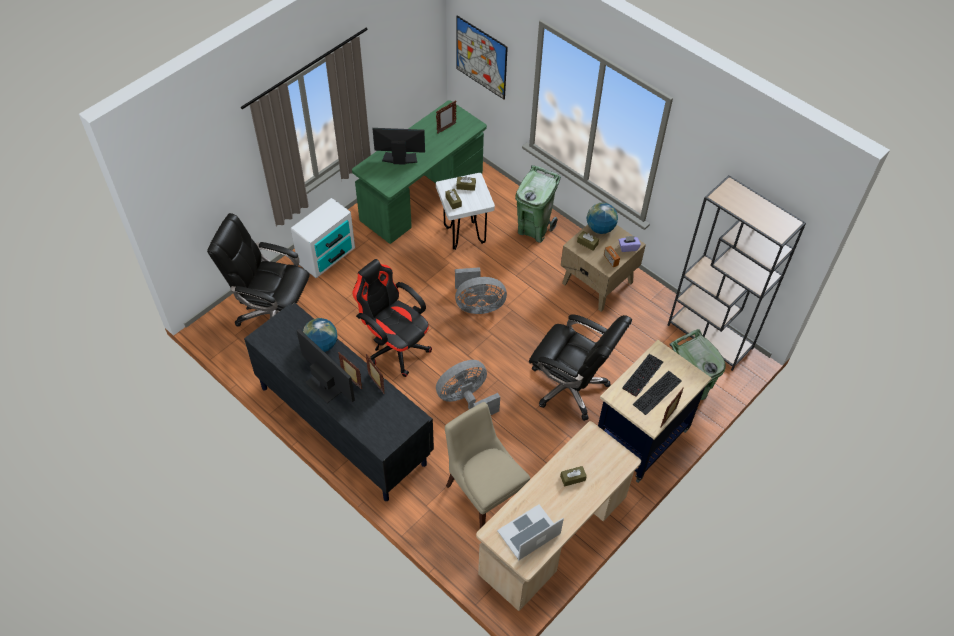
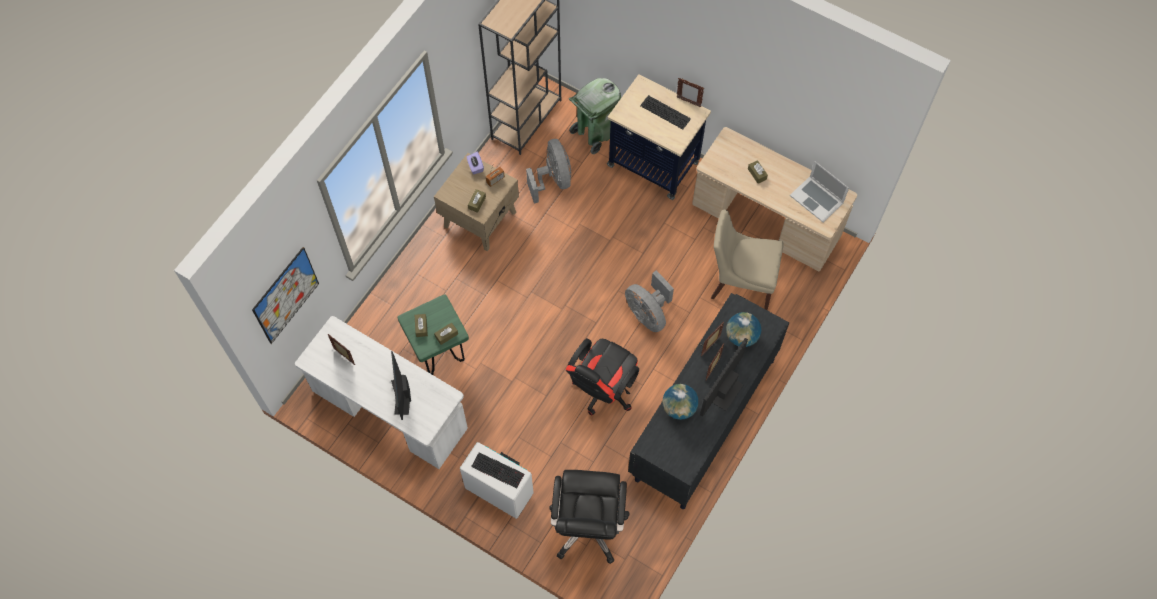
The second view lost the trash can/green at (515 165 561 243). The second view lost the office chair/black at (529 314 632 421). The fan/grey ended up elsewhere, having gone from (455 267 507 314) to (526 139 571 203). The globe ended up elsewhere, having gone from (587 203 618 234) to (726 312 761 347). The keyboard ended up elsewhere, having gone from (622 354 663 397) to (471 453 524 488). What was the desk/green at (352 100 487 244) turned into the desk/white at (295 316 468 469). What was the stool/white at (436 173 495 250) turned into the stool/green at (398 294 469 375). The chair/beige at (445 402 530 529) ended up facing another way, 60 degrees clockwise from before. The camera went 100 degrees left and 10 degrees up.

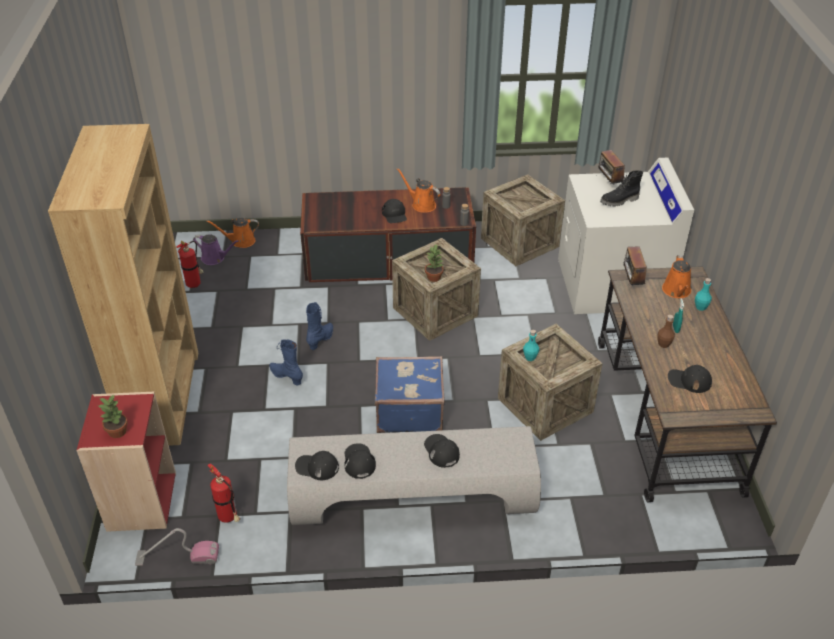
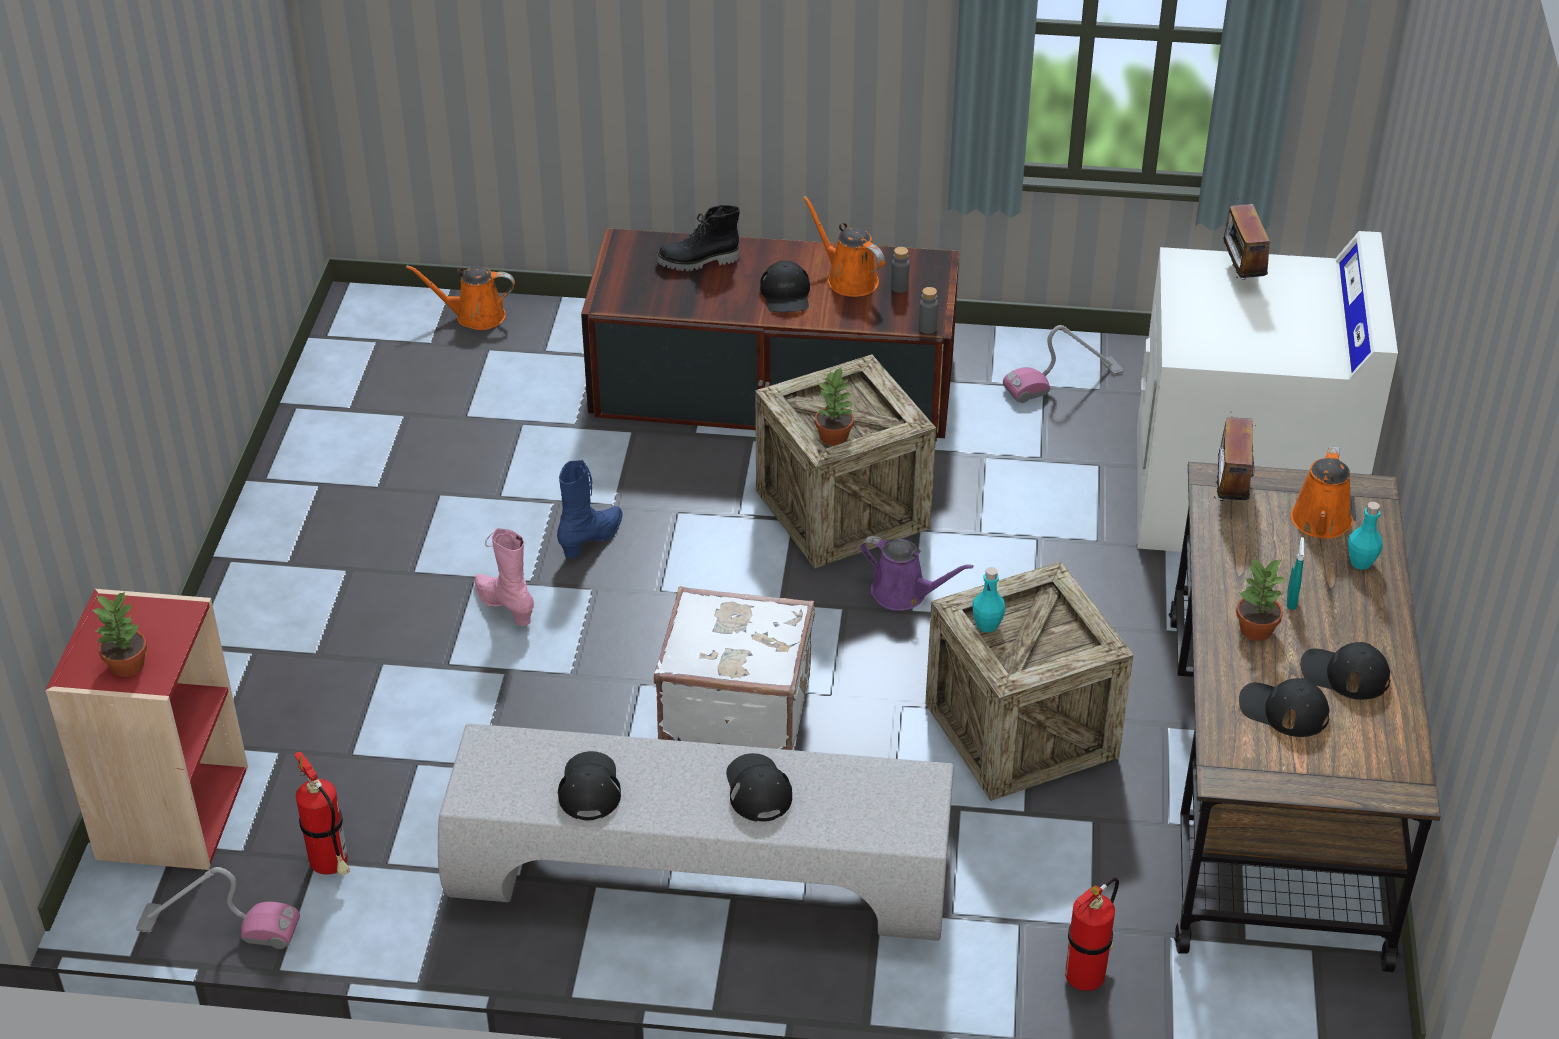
The second view lost the bookcase/brown at (48 124 198 446). The fire extinguisher ended up elsewhere, having gone from (176 241 203 288) to (1065 877 1119 991). The watering can/purple ended up elsewhere, having gone from (193 234 239 265) to (860 536 974 611). The cap/black ended up elsewhere, having gone from (295 451 339 480) to (1300 642 1391 700). The boot/black ended up elsewhere, having gone from (600 170 643 206) to (656 205 740 271). Where the crate stood at (481 174 565 266), the vacuum cleaner came to stand at (1003 325 1124 403). Where the bottle/brown stood at (657 315 675 348), the potted plant came to stand at (1236 559 1286 641). What was the boot/blue at (269 339 303 385) turned into the boot/pink at (474 528 534 626). What was the suitcase/blue at (375 356 445 433) turned into the suitcase/white at (654 586 815 750). The camera went 10 degrees right and 0 degrees up.

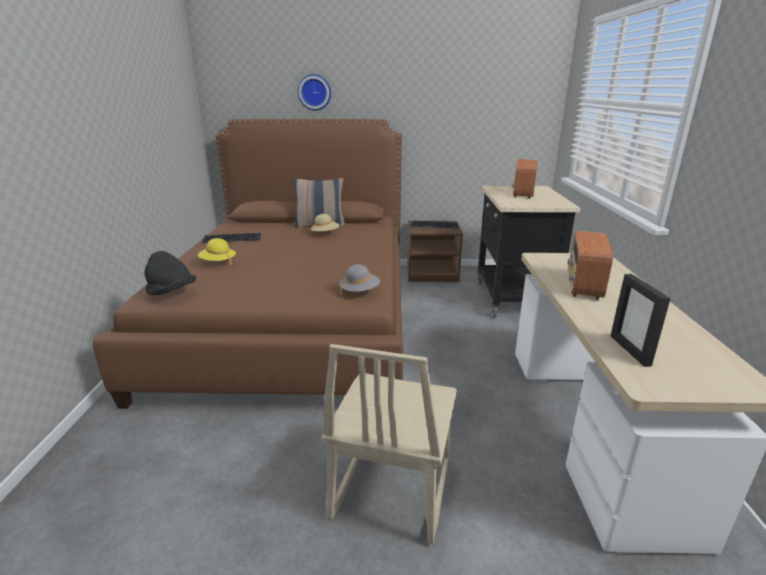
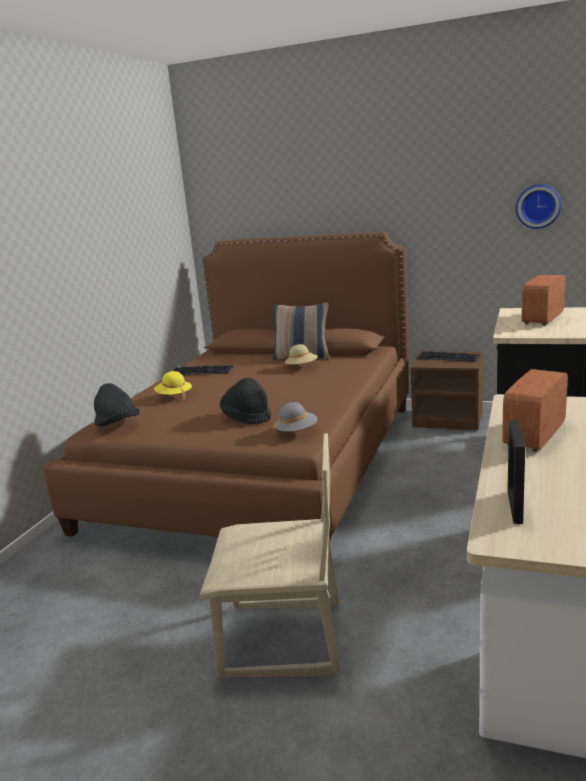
The second view gained the hat/black at (220 378 271 424). The wall clock ended up elsewhere, having gone from (298 74 331 111) to (516 184 562 229). The chair/beige at (321 344 457 544) ended up facing another way, 120 degrees counterclockwise from before. The camera went 20 degrees right and 5 degrees down.

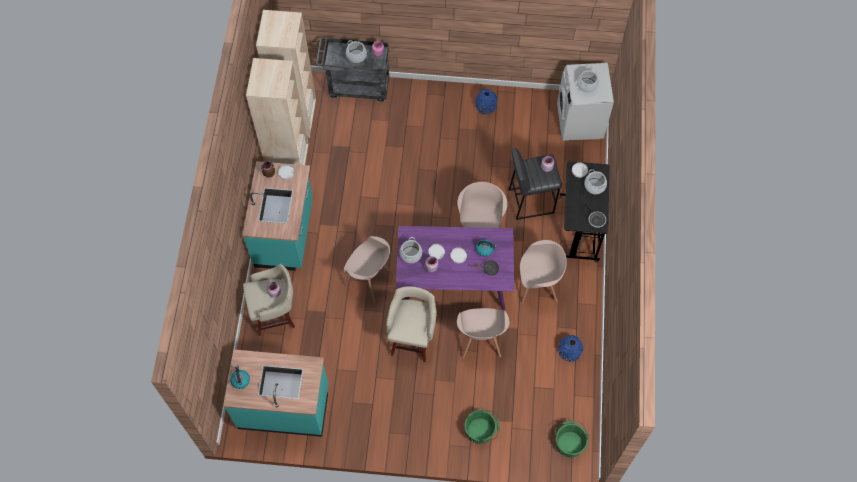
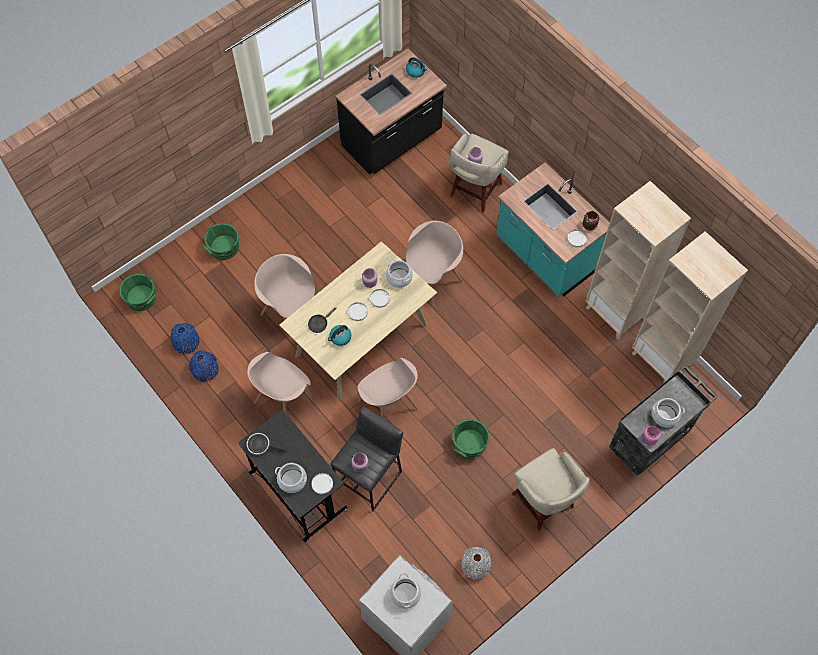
The second view gained the bucket/green at (449 419 490 458). The second view gained the vase/grey at (462 547 491 579). The stool/beige ended up elsewhere, having gone from (386 286 437 362) to (512 448 590 531). The vase/blue ended up elsewhere, having gone from (476 89 497 115) to (171 323 199 354). What was the counter/turquoise at (224 350 329 437) turned into the counter/black at (336 49 447 174). What was the dining table/purple at (396 226 514 310) turned into the dining table/beige at (280 241 437 401). The chair/beige at (344 236 394 303) ended up facing another way, 150 degrees clockwise from before. The camera went 135 degrees right and 0 degrees up.

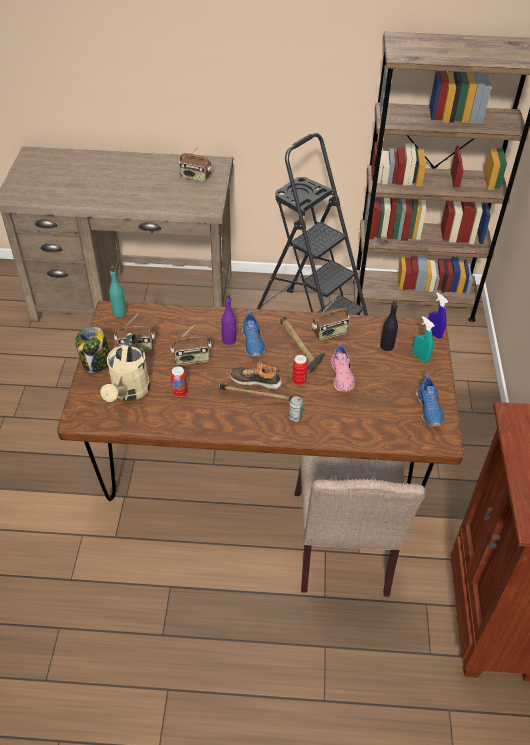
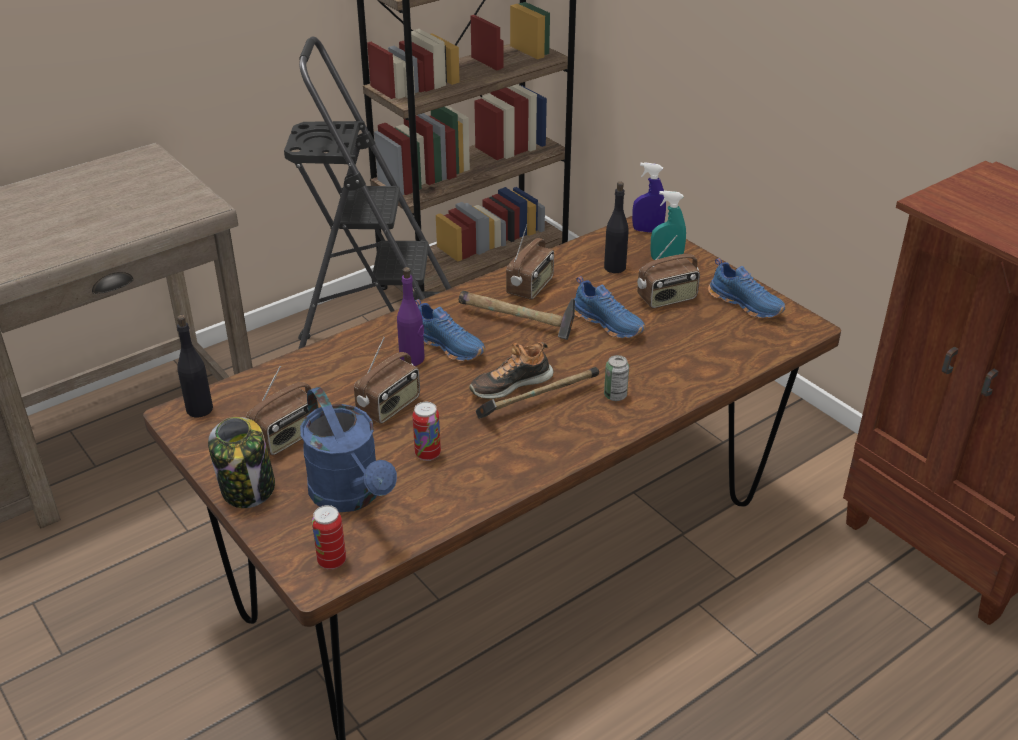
The second view lost the chair/beige at (295 455 425 597). The radio ended up elsewhere, having gone from (179 145 212 182) to (637 235 700 308). The can ended up elsewhere, having gone from (292 355 308 385) to (312 505 346 569). What was the watering can/beige at (100 333 150 402) turned into the watering can/blue at (300 387 397 512). What was the bottle/turquoise at (109 266 126 317) turned into the bottle/black at (177 315 213 417). What was the shoe/pink at (331 342 355 392) turned into the shoe/blue at (574 276 645 339). The camera went 40 degrees left and 10 degrees down.

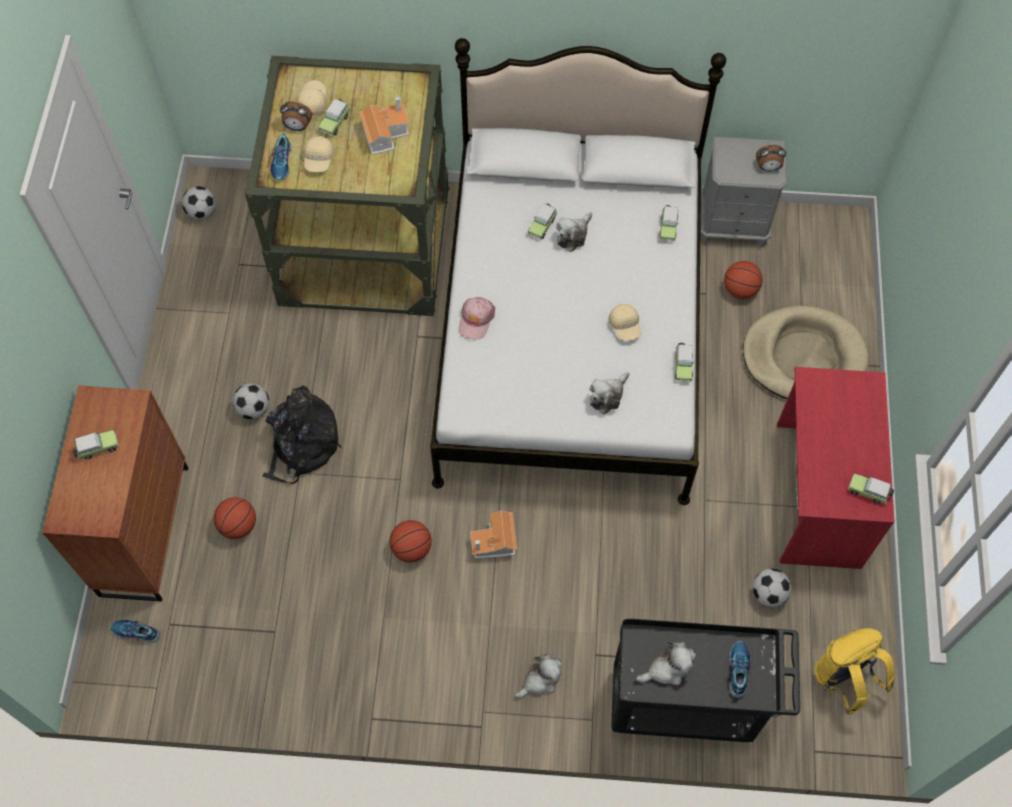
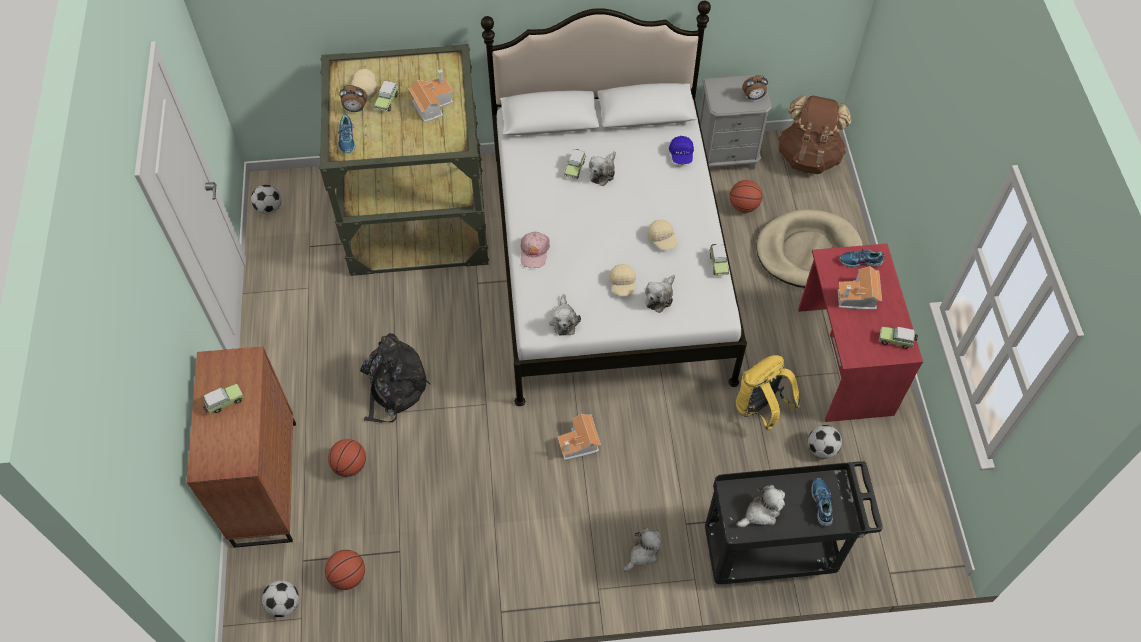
The second view gained the plush toy at (549 294 581 336). The second view gained the backpack/brown at (778 95 851 174). The second view gained the toy house at (838 266 882 310). The shoe ended up elsewhere, having gone from (110 620 160 643) to (840 249 885 267). The football ended up elsewhere, having gone from (233 383 269 419) to (262 580 299 617). The cap/beige ended up elsewhere, having gone from (304 136 335 172) to (609 264 636 296). The basketball ended up elsewhere, having gone from (390 520 432 562) to (325 550 365 590). The backpack/yellow ended up elsewhere, having gone from (815 628 894 715) to (736 355 800 431). Where the toy car stood at (659 205 679 241), the cap/blue came to stand at (669 136 694 164). The camera went 10 degrees left and 5 degrees down.

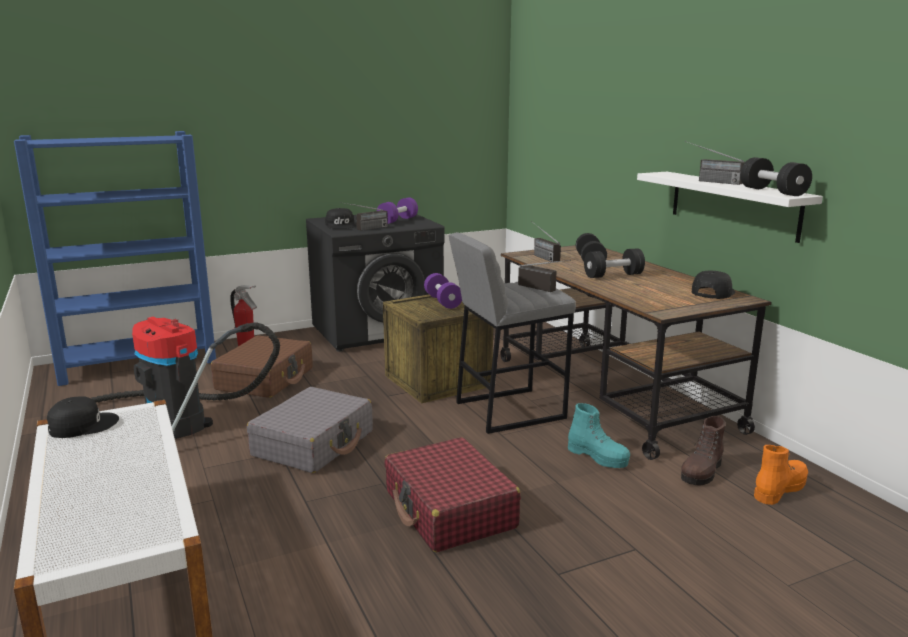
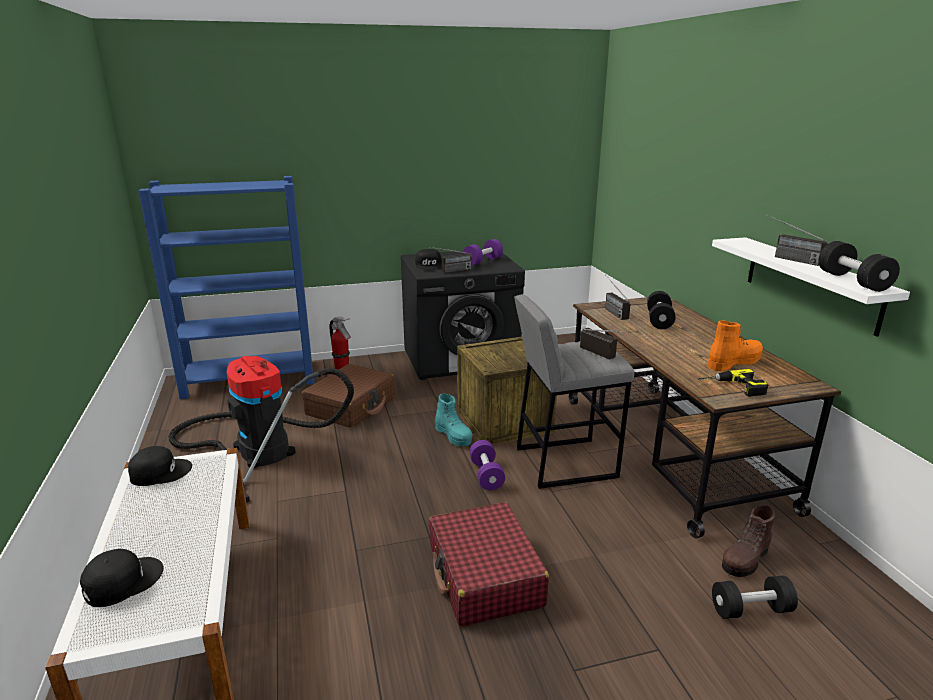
The second view lost the suitcase/grey at (247 387 373 473). The second view gained the power drill at (698 369 769 397). The dumbbell/purple ended up elsewhere, having gone from (424 273 462 309) to (469 440 505 490). The boot/turquoise ended up elsewhere, having gone from (568 403 630 468) to (435 393 472 446). The dumbbell/black ended up elsewhere, having gone from (584 248 645 278) to (712 576 798 619). The cap/black ended up elsewhere, having gone from (692 271 736 299) to (80 549 163 607). The boot/orange ended up elsewhere, having gone from (754 445 808 505) to (708 320 763 371). The camera went 10 degrees right and 5 degrees up.

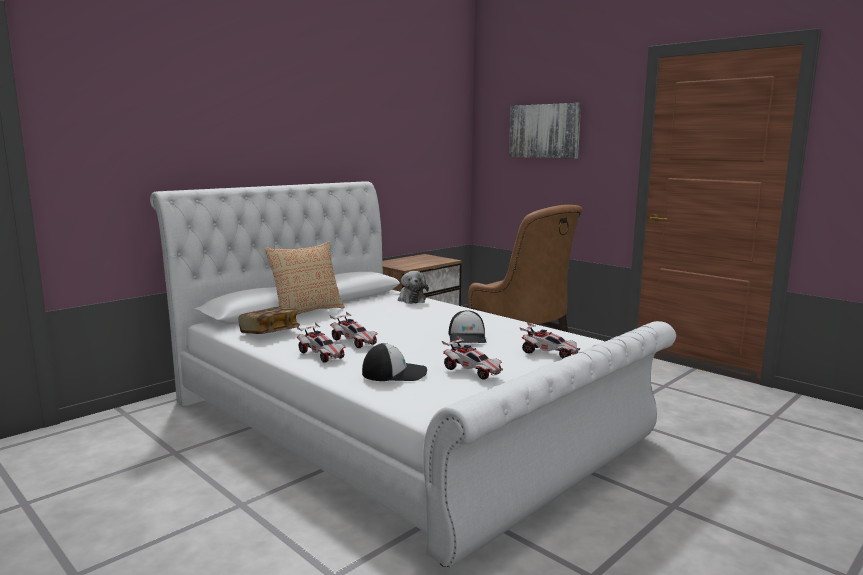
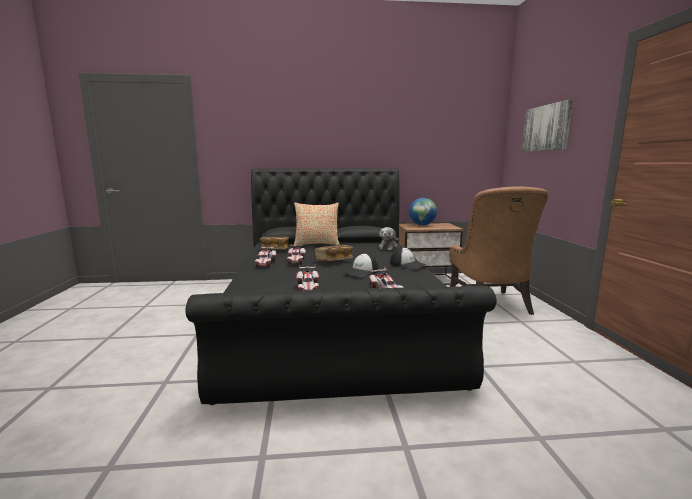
The second view gained the book at (314 245 354 261). The second view gained the globe at (409 198 437 225). The cap ended up elsewhere, having gone from (362 343 427 381) to (390 247 426 269). What was the bed/white at (150 181 676 568) turned into the bed/black at (185 168 497 405). The camera went 40 degrees right and 0 degrees up.

